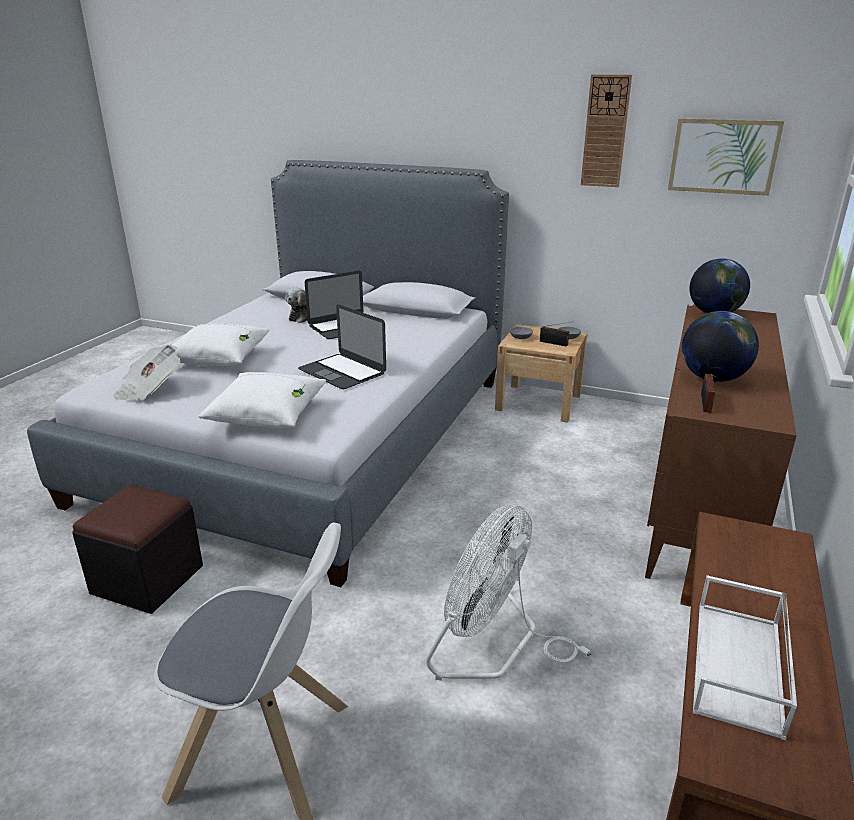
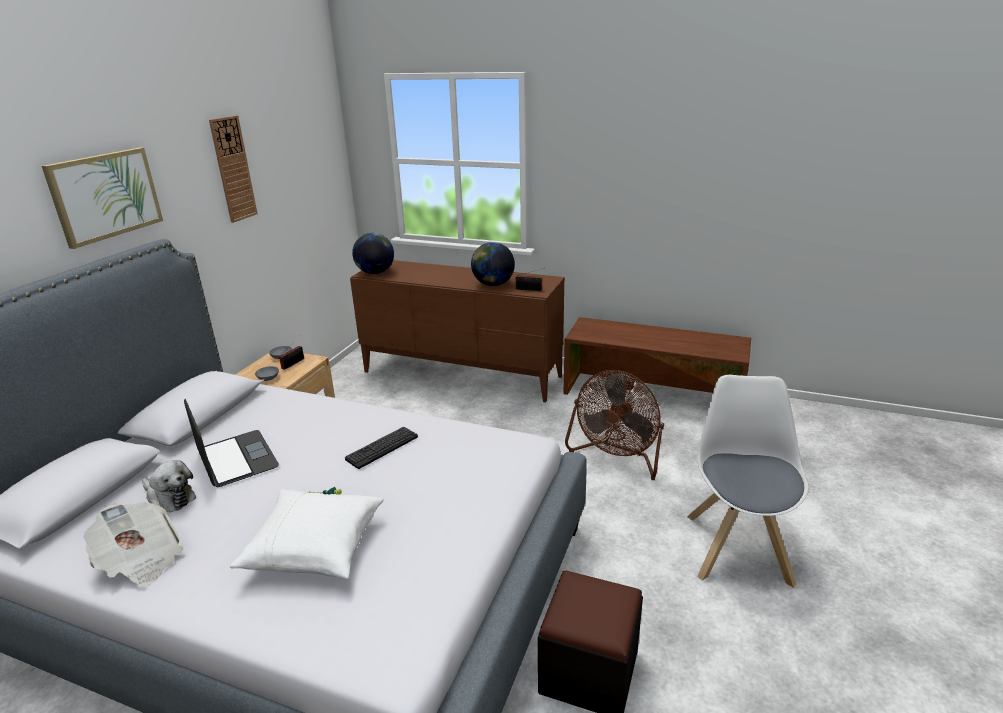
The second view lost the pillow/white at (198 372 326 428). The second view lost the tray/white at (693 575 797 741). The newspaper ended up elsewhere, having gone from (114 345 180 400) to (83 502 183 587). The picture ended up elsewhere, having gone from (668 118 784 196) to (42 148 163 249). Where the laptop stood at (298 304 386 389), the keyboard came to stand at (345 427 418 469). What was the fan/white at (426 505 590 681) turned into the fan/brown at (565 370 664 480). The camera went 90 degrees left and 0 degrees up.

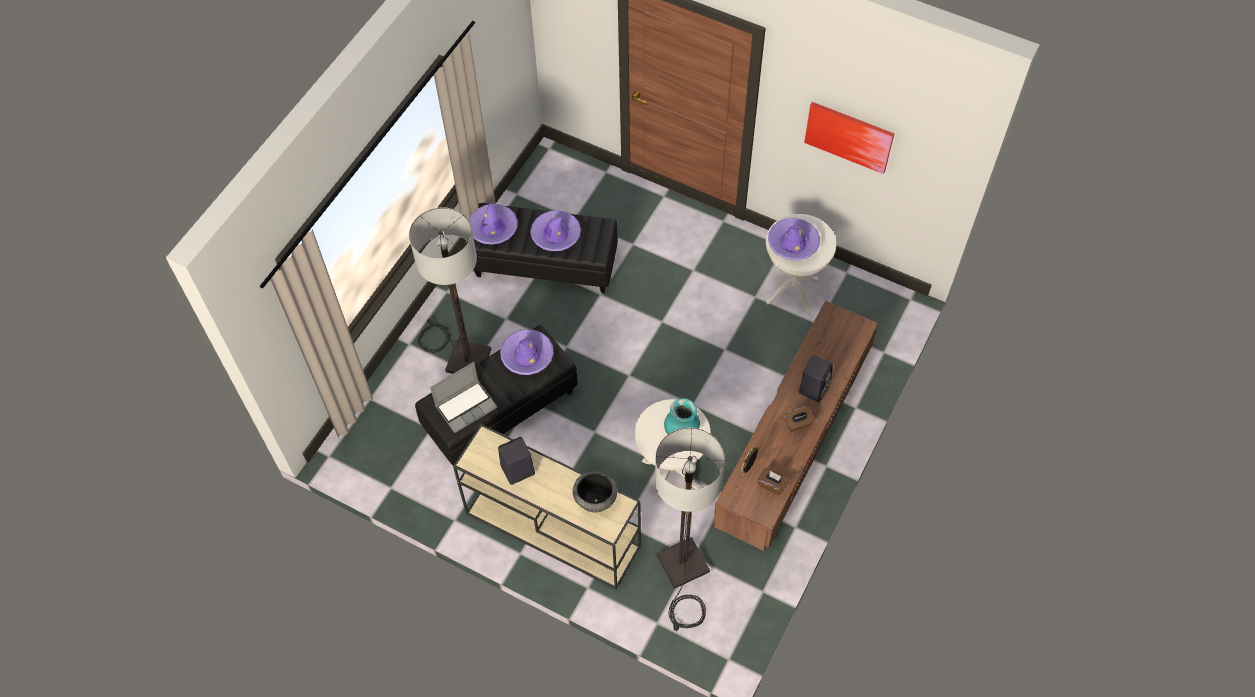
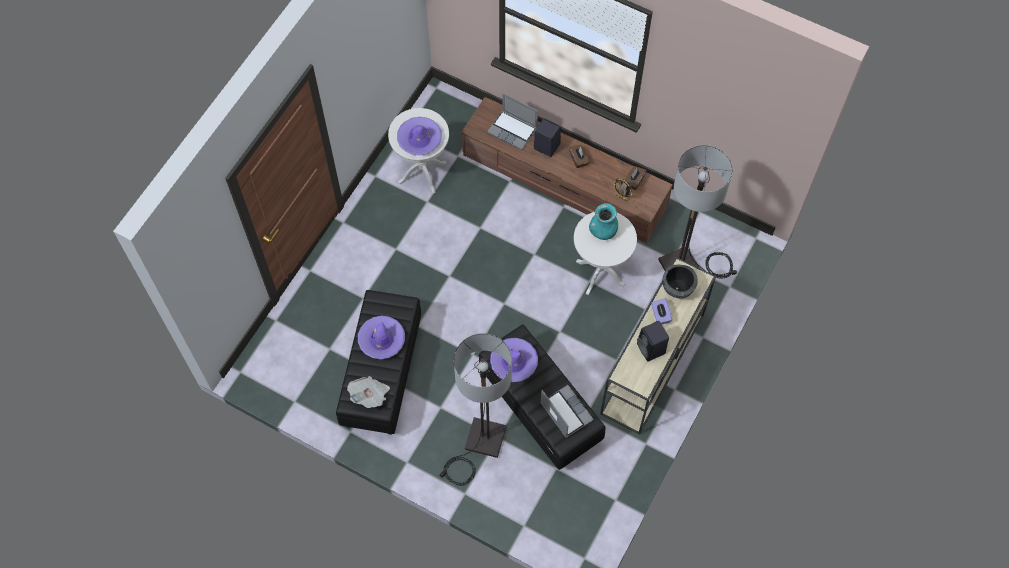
The second view lost the picture at (804 102 894 174). The second view gained the laptop at (487 93 538 150). The second view gained the tissue box/purple at (651 298 672 324). Where the hat/purple stood at (469 203 518 245), the newspaper came to stand at (347 376 390 408). The camera went 90 degrees left and 5 degrees up.

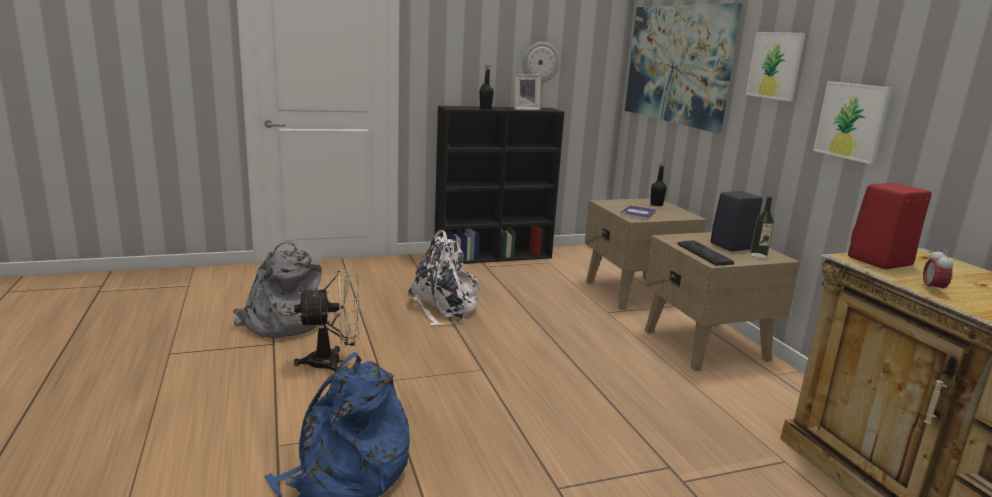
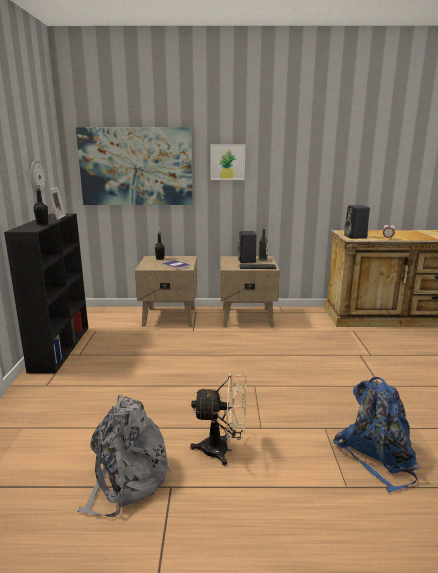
The second view lost the backpack/white at (408 230 482 326). The second view lost the picture at (813 81 892 164). What was the speaker/red at (848 183 932 269) turned into the speaker/black at (344 205 370 239). The fan/beige at (294 270 360 372) ended up facing another way, 90 degrees clockwise from before. The camera went 70 degrees left and 0 degrees up.

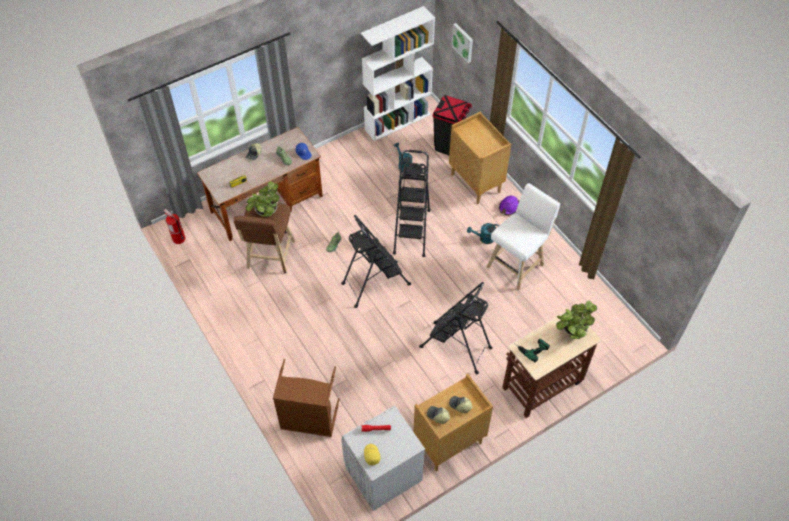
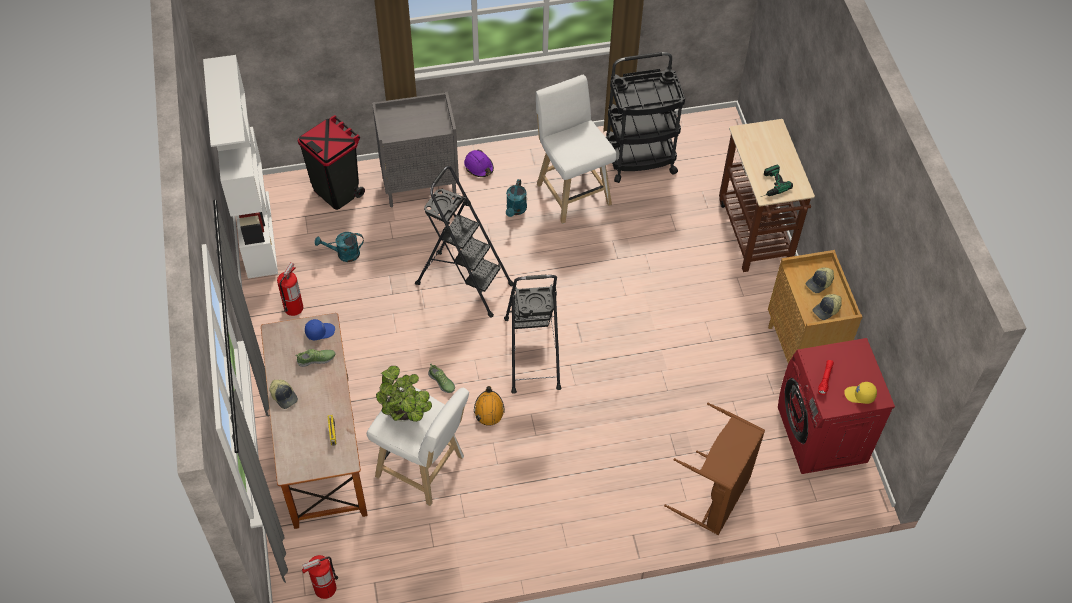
The second view lost the step ladder at (419 282 493 374). The second view lost the picture at (452 23 473 63). The second view lost the potted plant at (556 301 597 339). The second view gained the fire extinguisher at (277 262 303 316). The second view gained the hard hat/orange at (474 386 505 426). The second view gained the cart/black at (606 52 685 183). What was the stool/brown at (234 203 295 273) turned into the stool/white at (367 386 469 506). What was the washing machine/white at (341 406 425 511) turned into the washing machine/red at (778 338 895 474). What was the cabinet/brown at (449 112 511 204) turned into the cabinet/grey at (372 92 459 207). The camera went 70 degrees left and 0 degrees up.

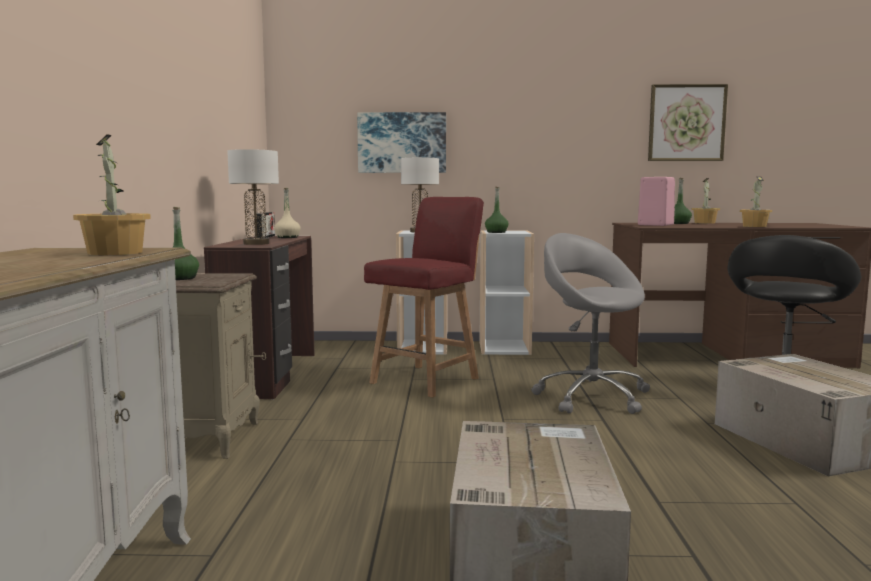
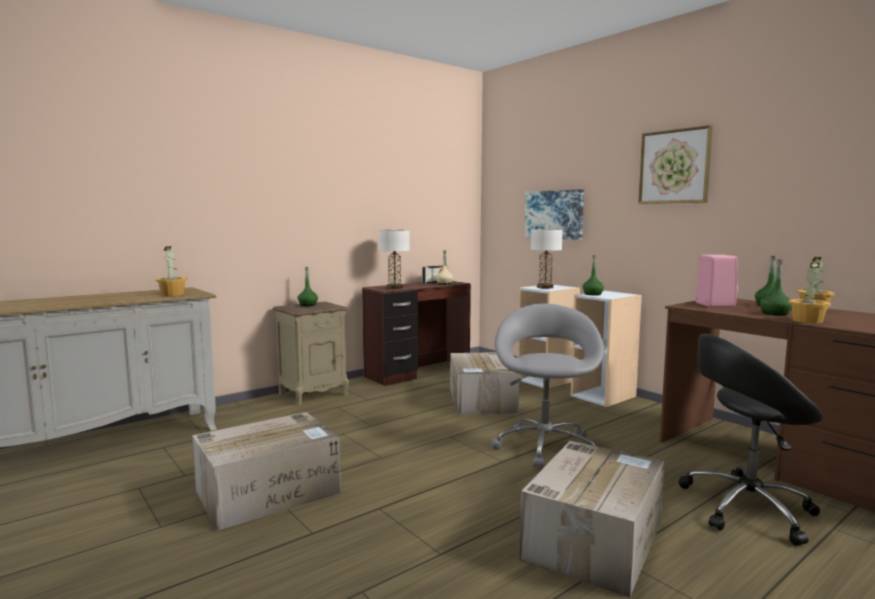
The second view gained the bottle/green at (760 260 792 316). The picture ended up elsewhere, having gone from (648 84 728 161) to (638 125 713 204). Where the chair/red stood at (364 197 484 397), the cardboard box came to stand at (450 352 519 415). The camera went 50 degrees right and 0 degrees up.

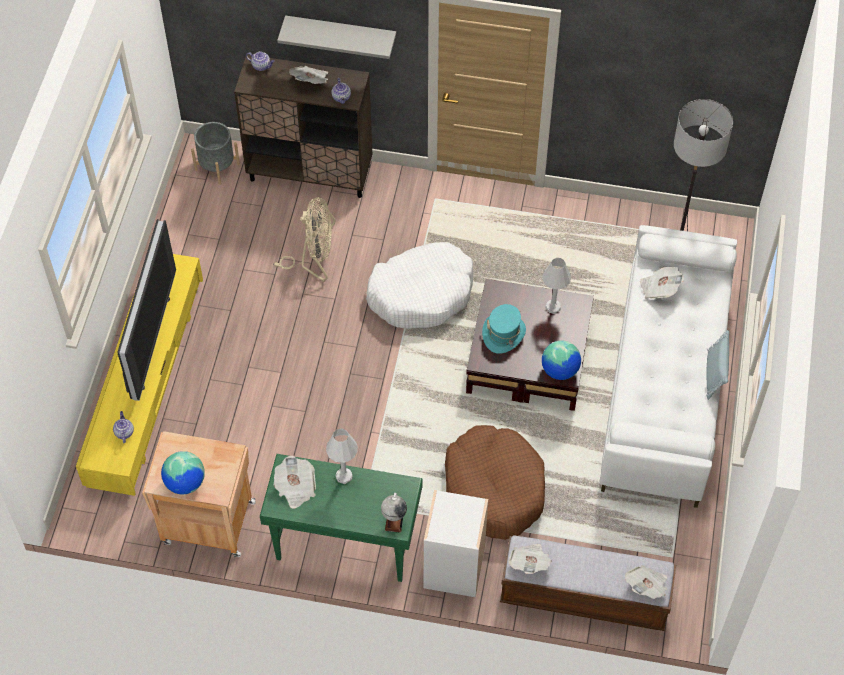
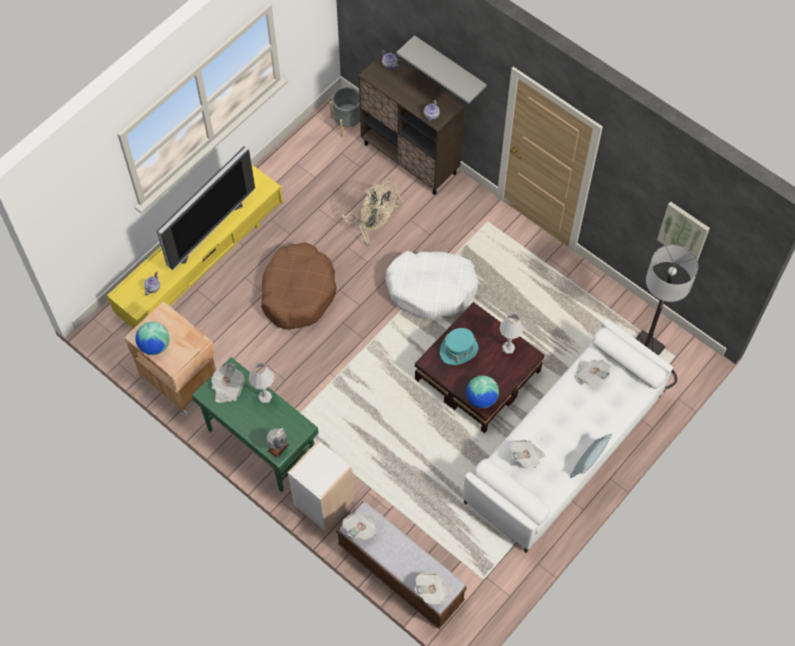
The second view gained the picture at (657 202 710 261). The newspaper ended up elsewhere, having gone from (289 66 328 84) to (510 440 545 468). The dog bed/brown ended up elsewhere, having gone from (445 425 545 540) to (261 242 337 330). The camera went 30 degrees right and 5 degrees up.

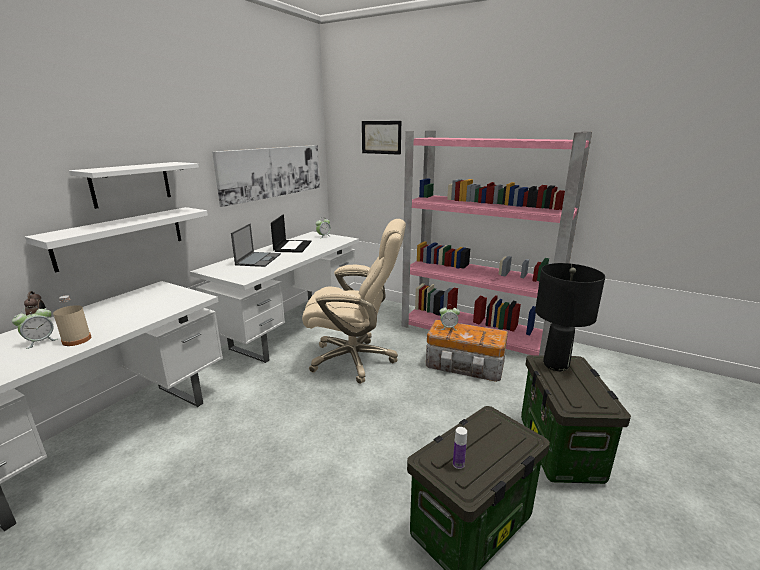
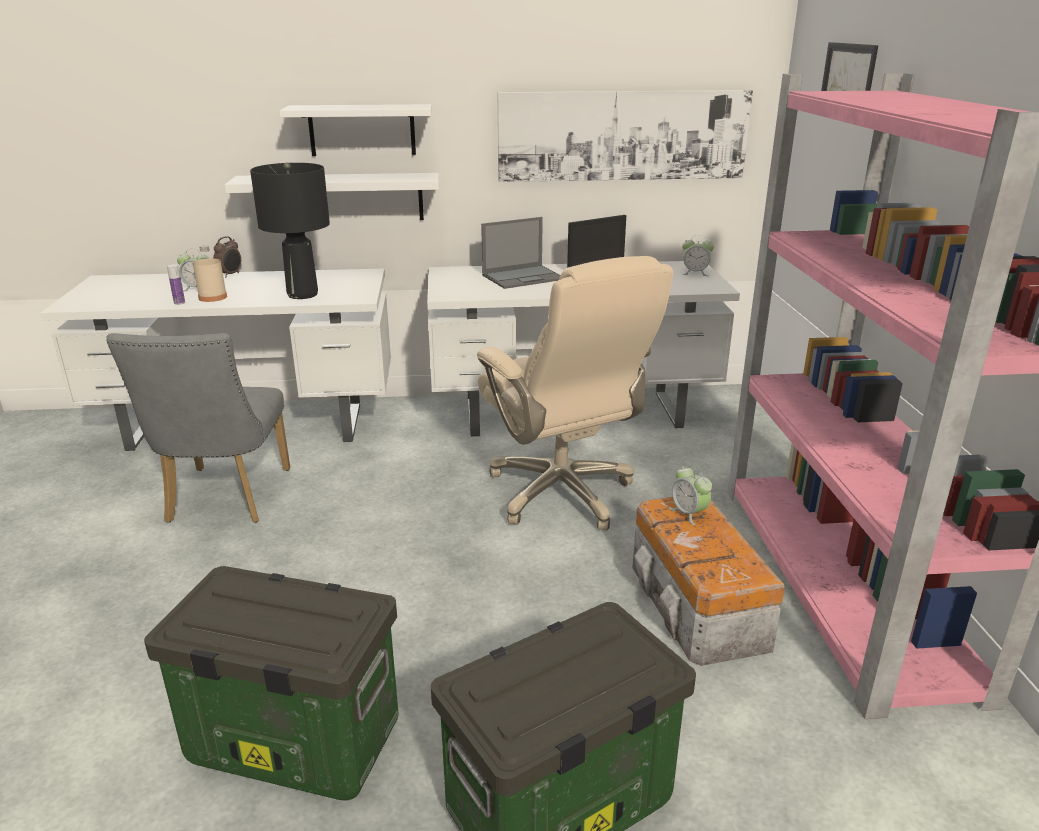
The second view gained the chair/grey at (106 333 290 523). The bottle ended up elsewhere, having gone from (453 427 467 469) to (167 264 185 305). The table lamp/black ended up elsewhere, having gone from (535 263 605 371) to (250 162 330 299). The camera went 55 degrees right and 5 degrees up.

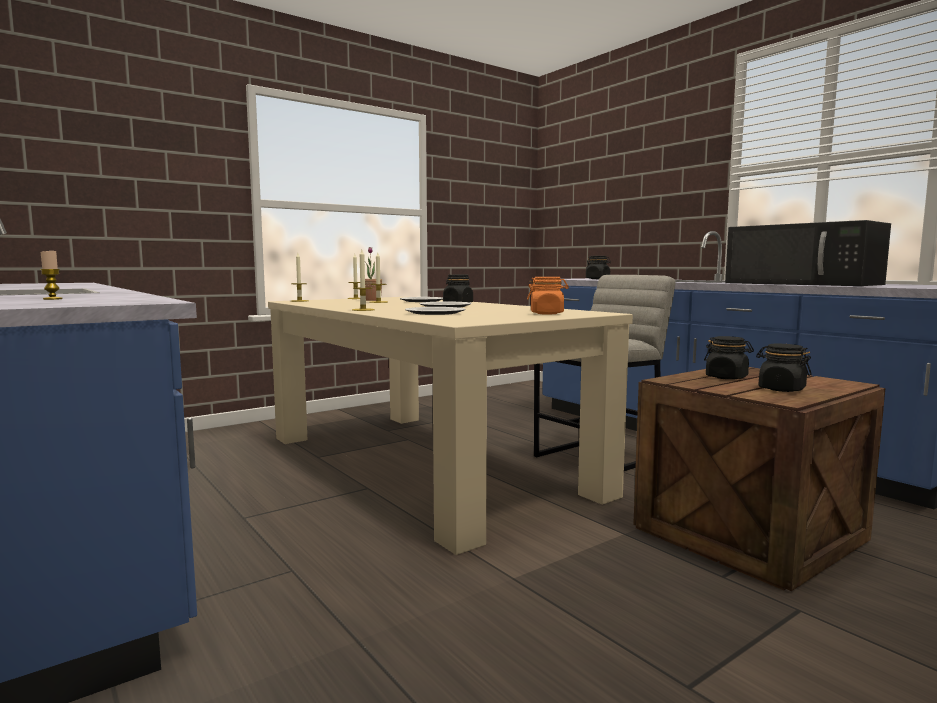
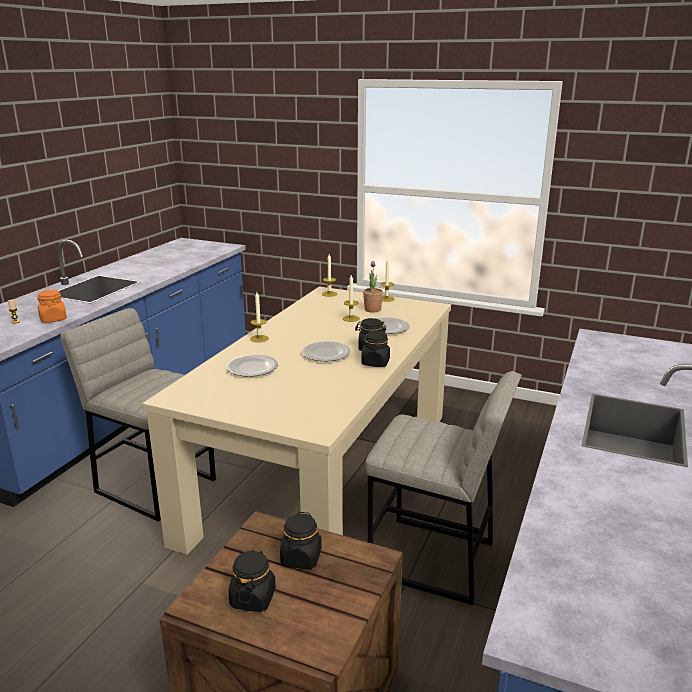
The second view lost the microwave/black at (725 220 891 286). The second view gained the chair/grey at (61 308 216 522). The jar/orange ended up elsewhere, having gone from (527 277 569 315) to (37 290 67 323). The jar/black ended up elsewhere, having gone from (586 256 611 279) to (361 331 390 367). The camera went 60 degrees right and 15 degrees up.

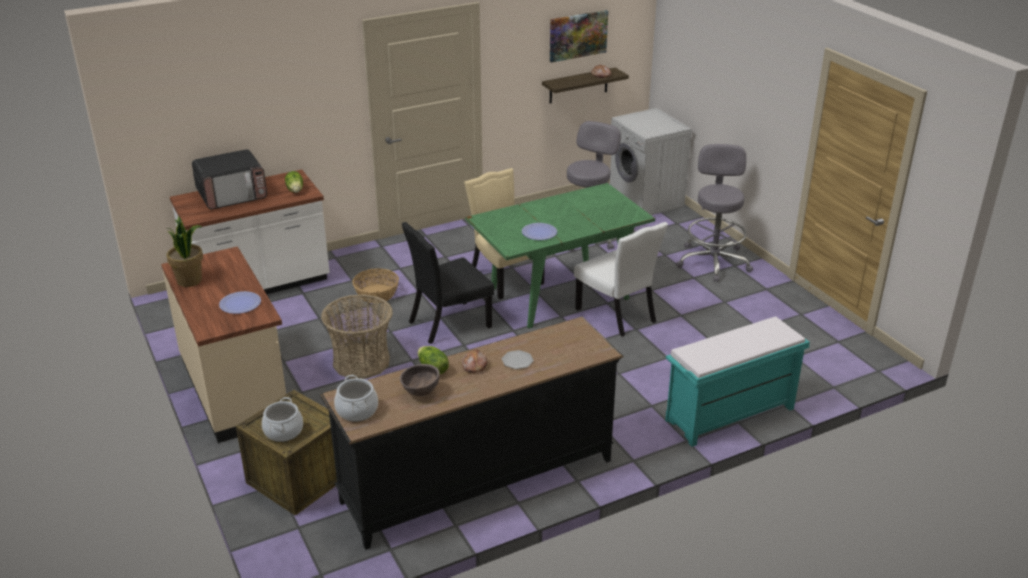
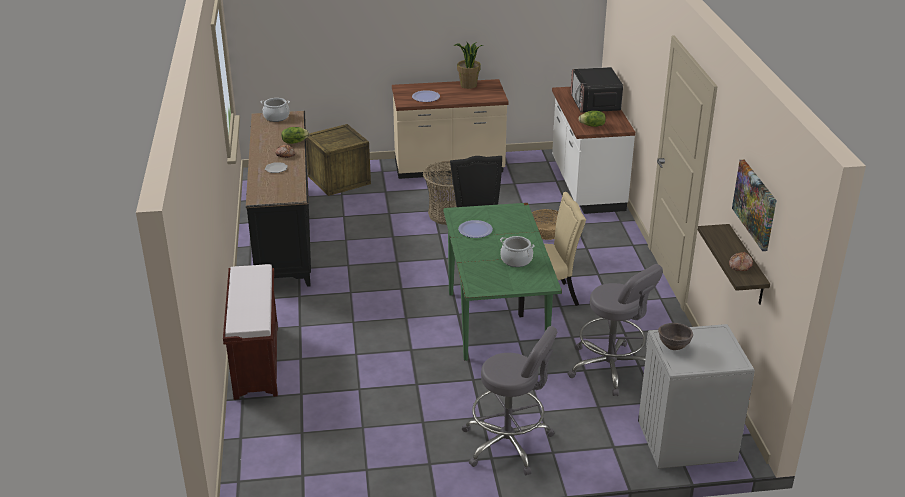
The second view lost the chair/white at (574 222 668 337). The cooking pot ended up elsewhere, having gone from (262 397 303 442) to (500 236 534 267). The bowl/brown ended up elsewhere, having gone from (400 364 440 396) to (658 323 693 350). What was the bench/turquoise at (665 316 810 447) turned into the bench/brown at (223 264 278 400). The camera went 110 degrees right and 0 degrees up.

